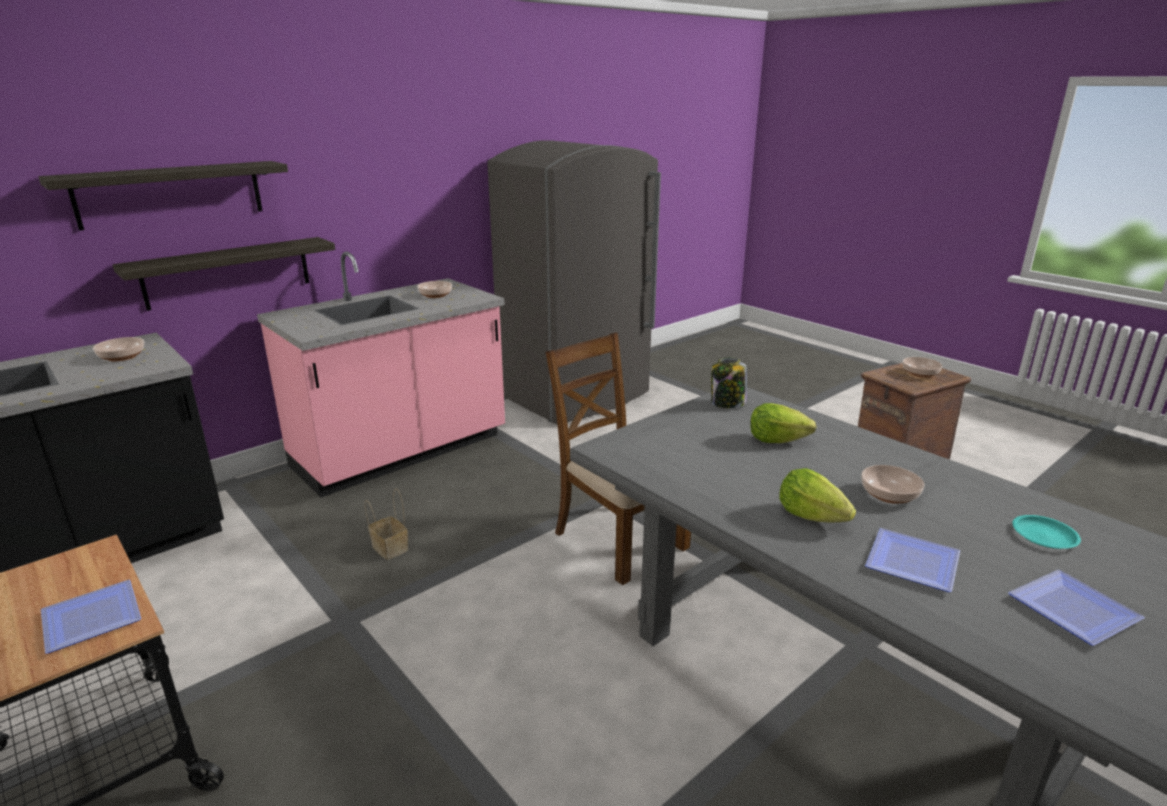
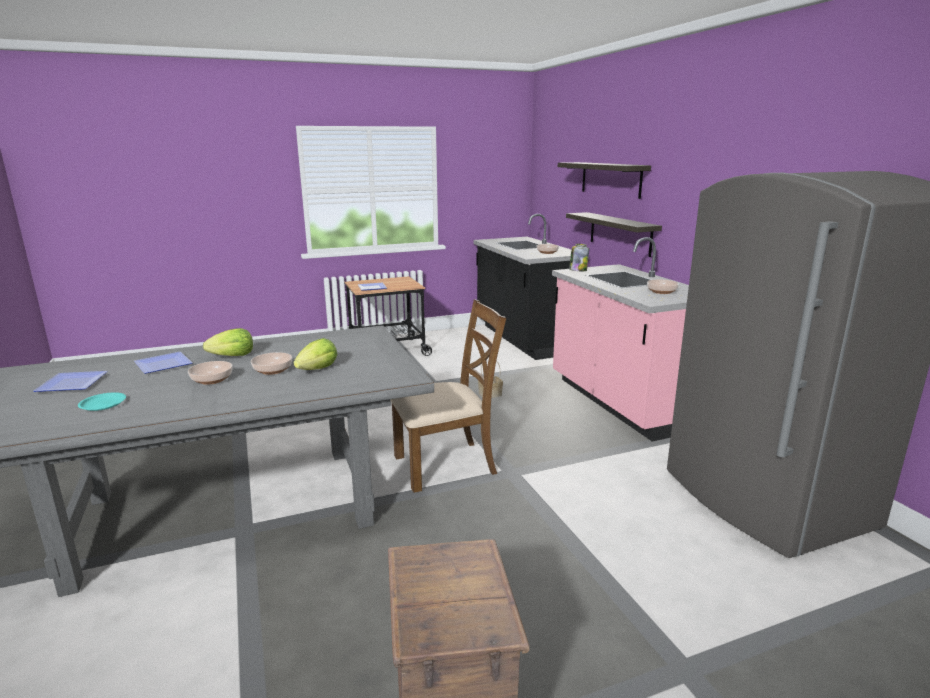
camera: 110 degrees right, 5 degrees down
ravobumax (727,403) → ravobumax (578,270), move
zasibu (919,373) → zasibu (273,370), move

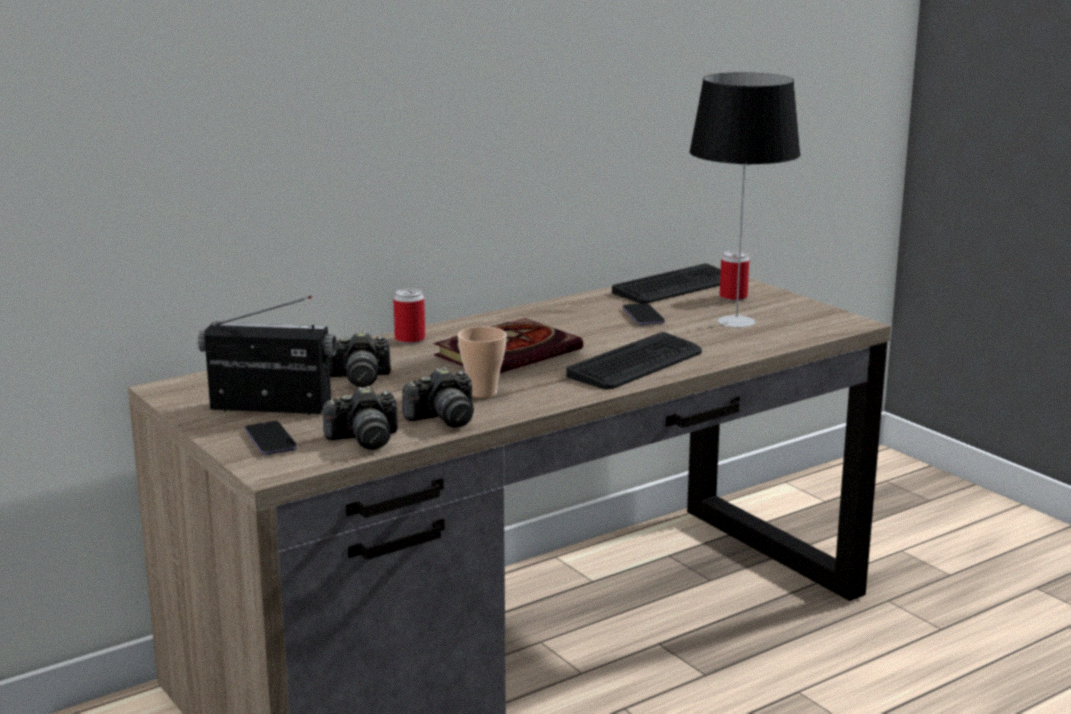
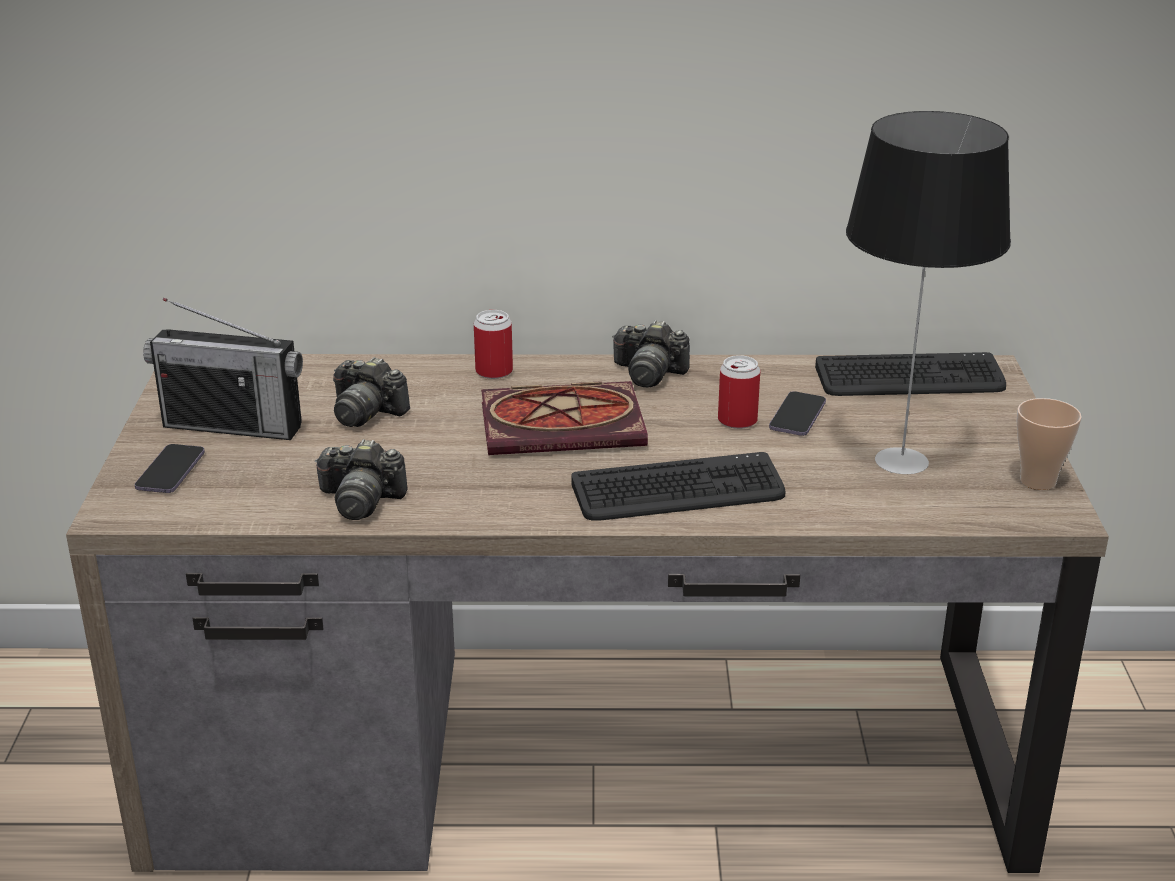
camera: 35 degrees right, 10 degrees up
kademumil (733,297) → kademumil (737,420), move
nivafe (270,408) → nivafe (233,426), 150 degrees clockwise
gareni (482,393) → gareni (1038,481), move
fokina (364,439) → fokina (649,374), move

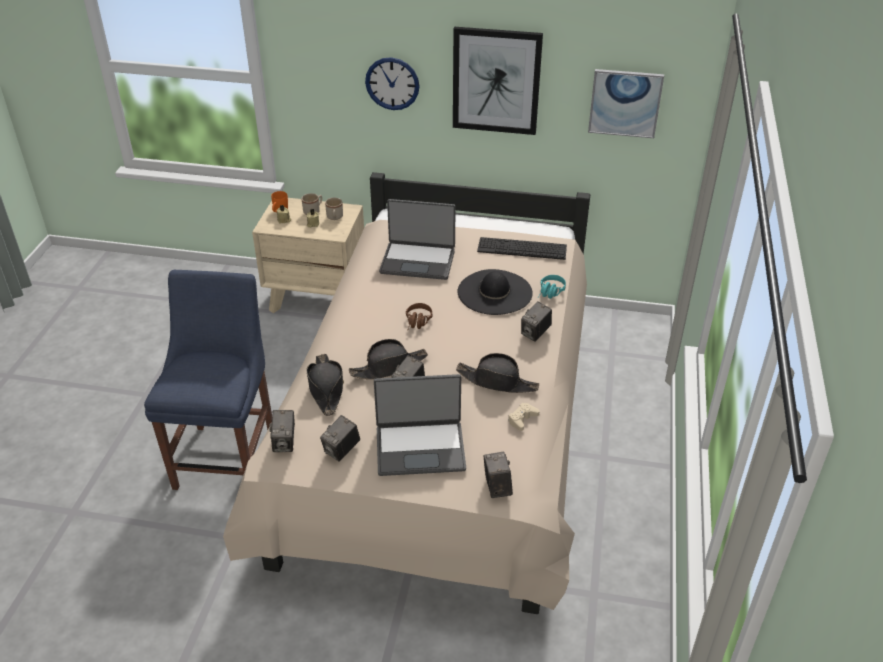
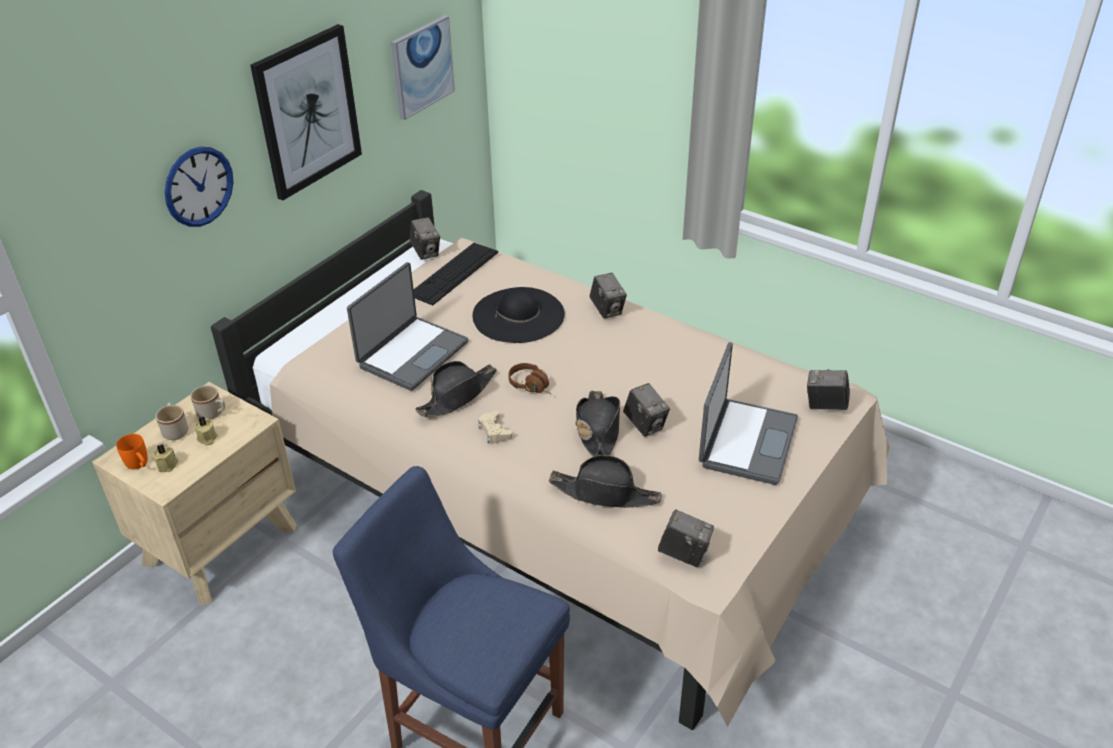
camera: 65 degrees left, 0 degrees up
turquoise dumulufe (550,293) → -
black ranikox (497,381) → black ranikox (457,395), move
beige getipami (522,419) → beige getipami (494,431), move
fokina (341,450) → fokina (426,252), move

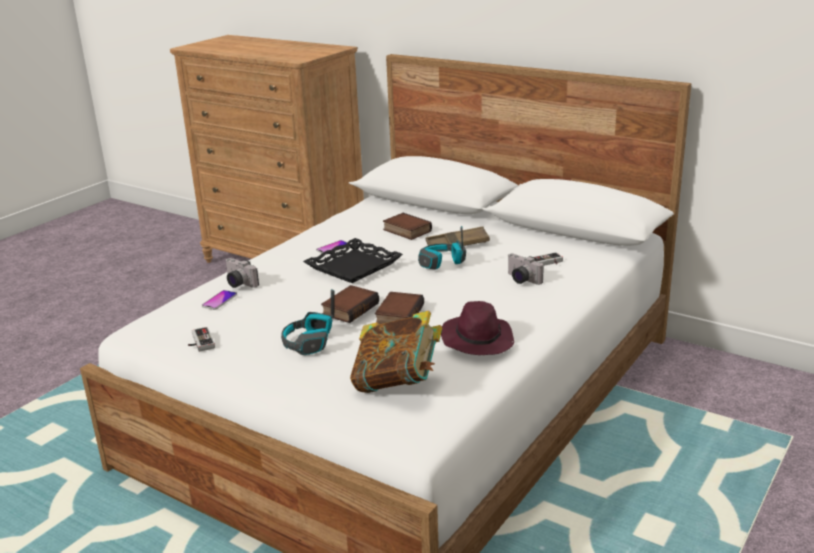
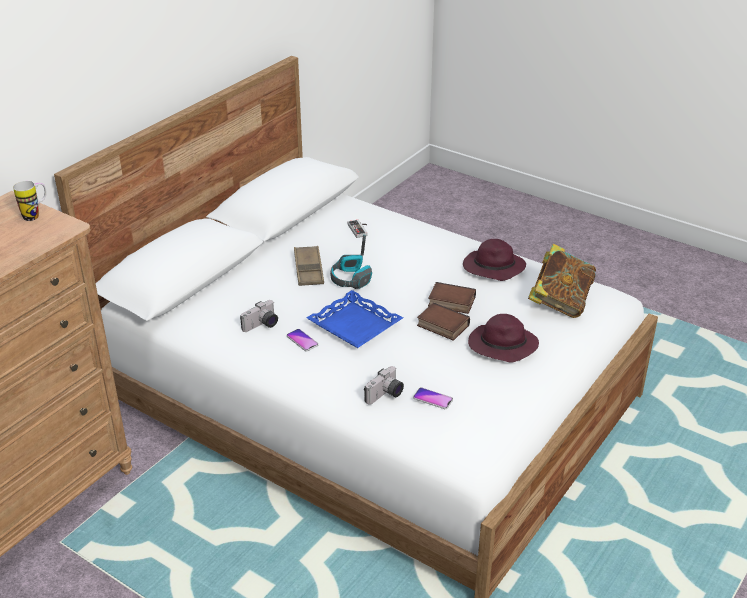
camera: 90 degrees left, 10 degrees up
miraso (405,231) → -
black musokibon (353,266) → blue musokibon (354,325)
fokina (521,280) → fokina (262,326), move
dumulufe (309,343) → purple ranikox (501,346)
getipami (199,342) → -
- → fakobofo (36,215)

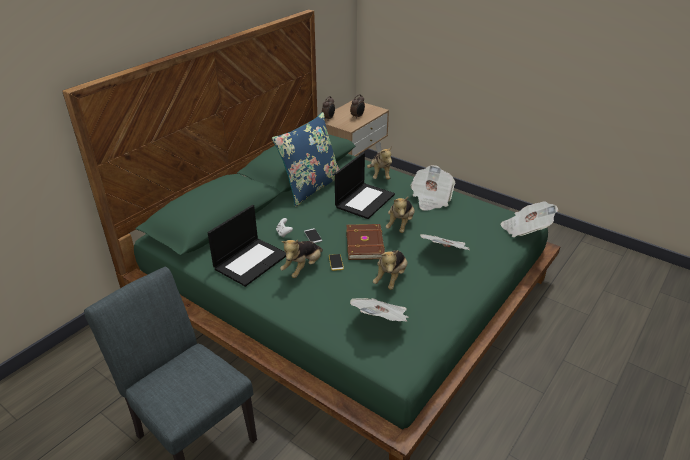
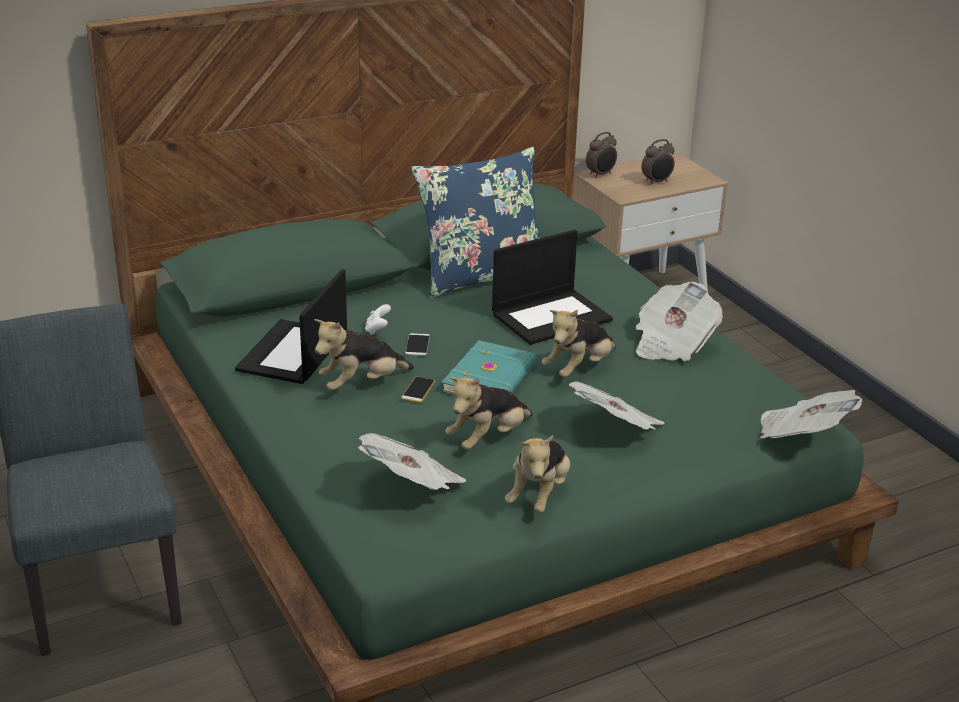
camera: 25 degrees right, 5 degrees down
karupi (380,175) → karupi (539,495), move
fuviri (251,261) → fuviri (293,353), 135 degrees clockwise
brown miraso (366,243) → turquoise miraso (491,378)

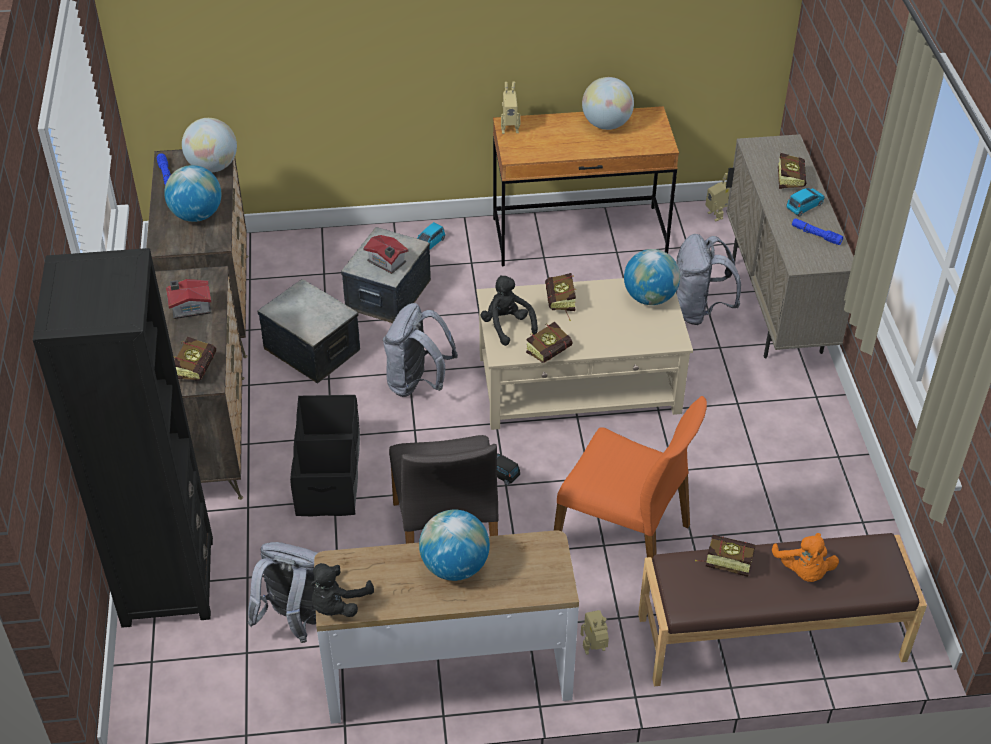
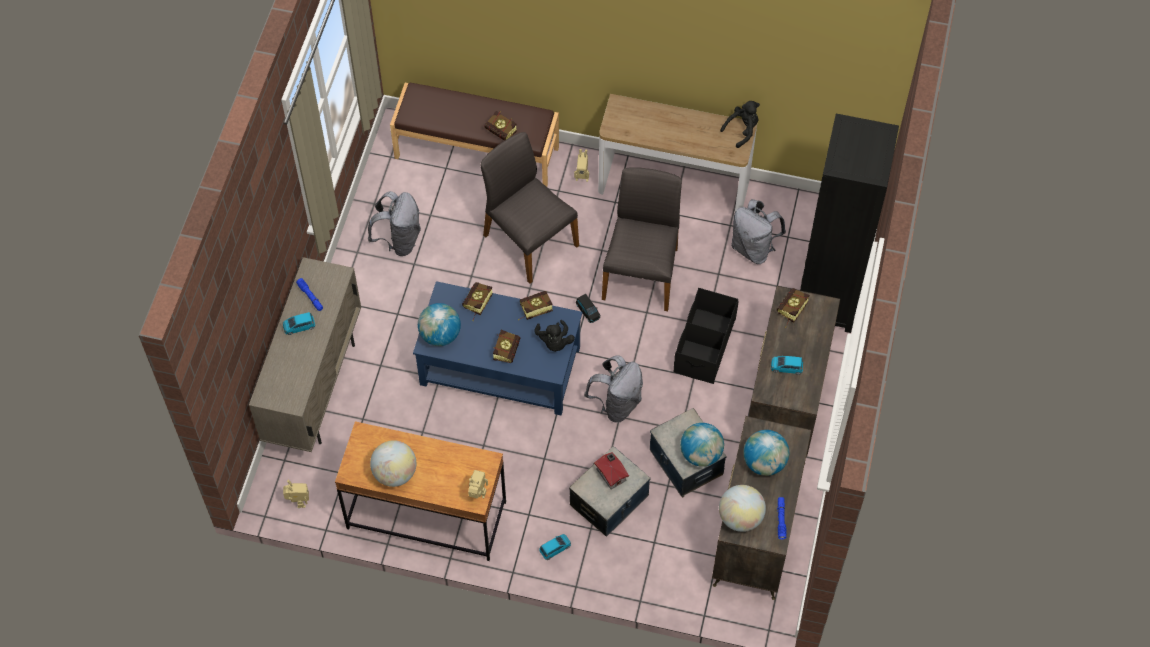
camera: 160 degrees left, 15 degrees up
miraso (789,178) → miraso (476,305), move
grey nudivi (700,310) → grey nudivi (399,240), move
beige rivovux (580,384) → blue rivovux (499,365)
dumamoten (190,307) → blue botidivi (786,367)
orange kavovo (624,536) → grey kavovo (529,240)
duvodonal (454,566) → duvodonal (701,454), move
orange karupi (803,571) → -

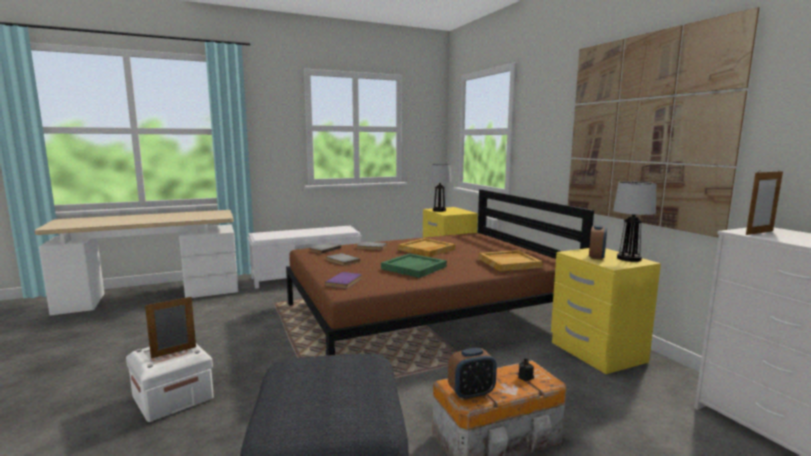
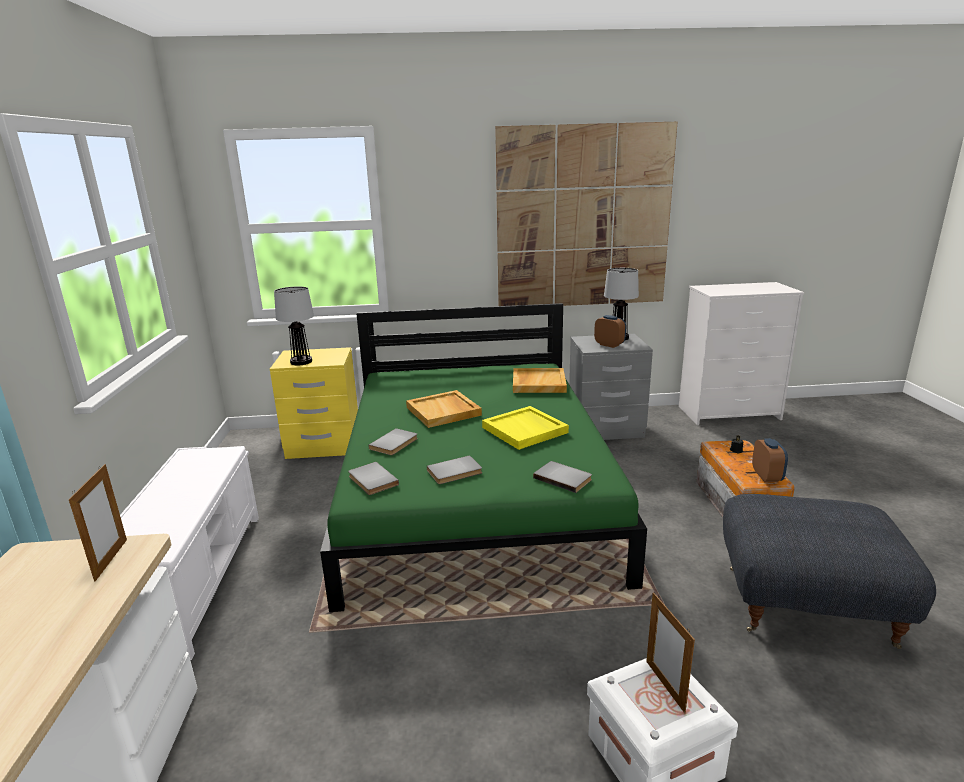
camera: 70 degrees left, 10 degrees up
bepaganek (759,233) → bepaganek (111,559), move
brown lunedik (426,316) → green lunedik (475,492)
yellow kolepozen (596,352) → grey kolepozen (605,429)
green musokibon (414,268) → yellow musokibon (525,430)
purple miraso (345,282) → grey miraso (563,478)

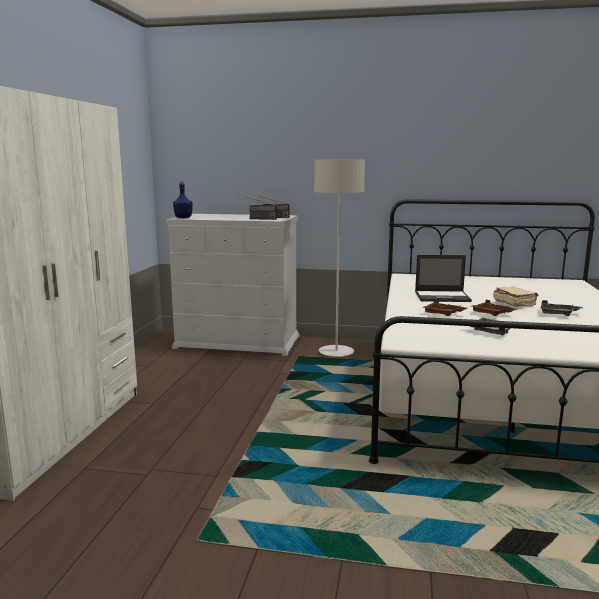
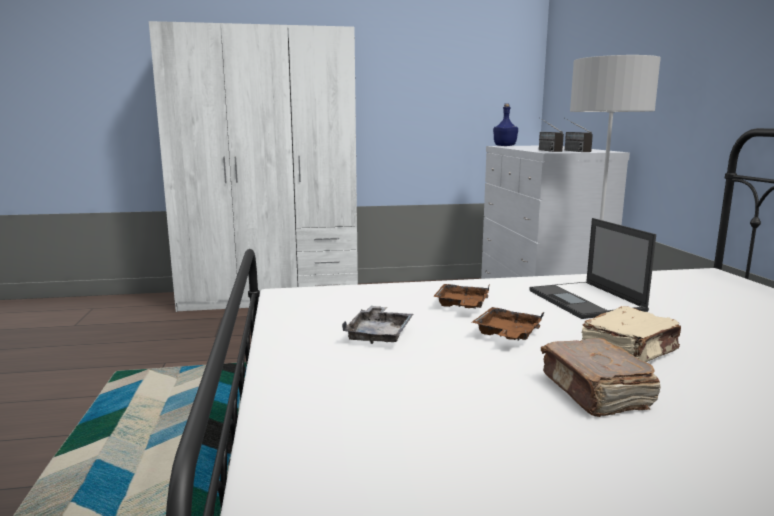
camera: 70 degrees right, 0 degrees up
grey musokibon (558,314) → brown miraso (595,393)

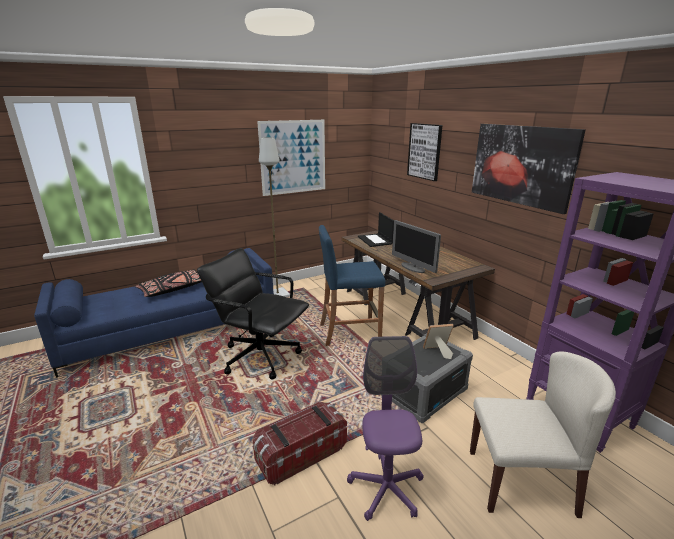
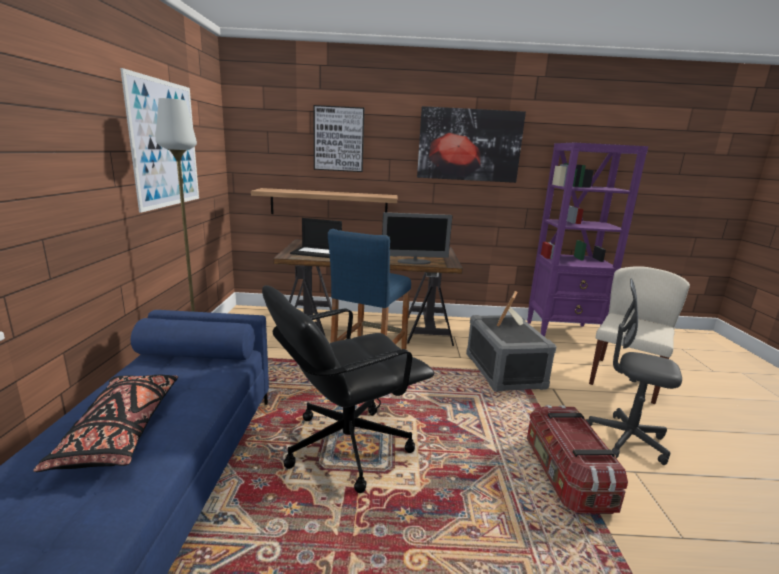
camera: 60 degrees left, 5 degrees down
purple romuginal (386,488) → grey romuginal (626,439)
- → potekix (329,204)

